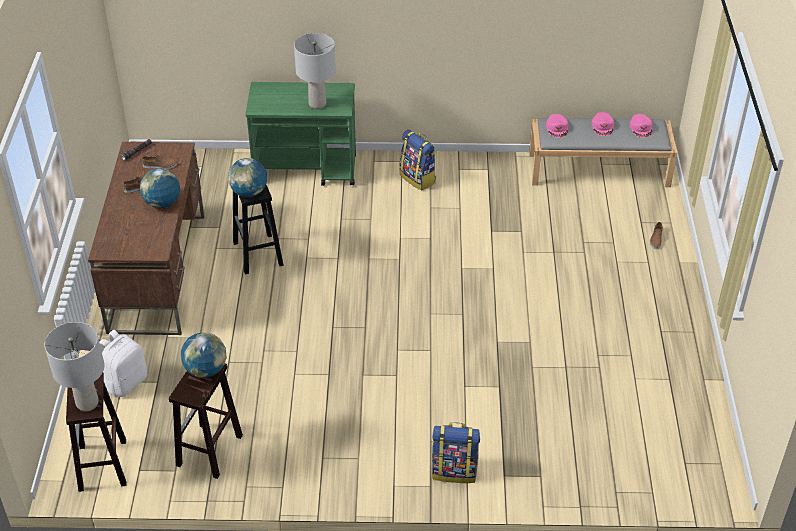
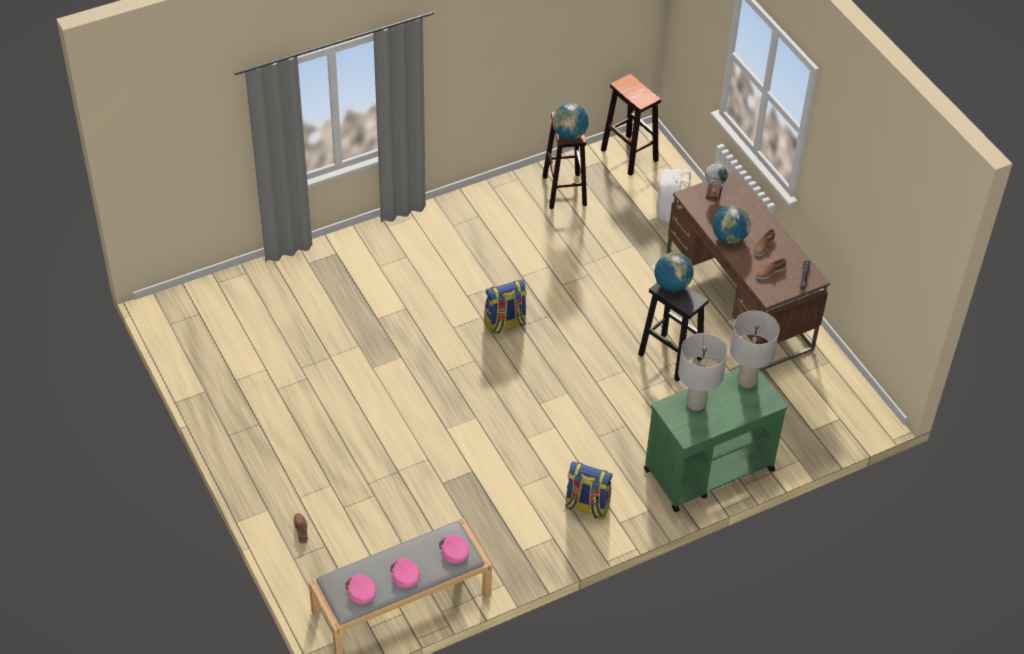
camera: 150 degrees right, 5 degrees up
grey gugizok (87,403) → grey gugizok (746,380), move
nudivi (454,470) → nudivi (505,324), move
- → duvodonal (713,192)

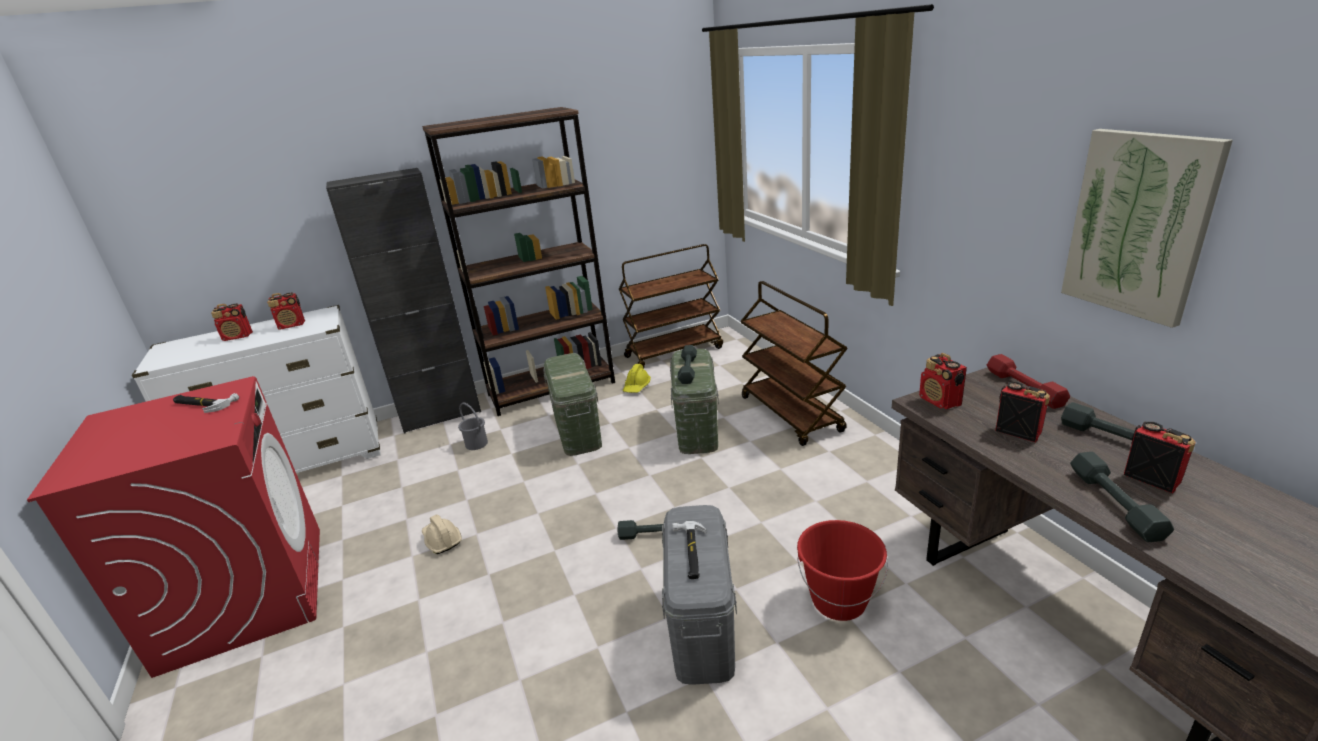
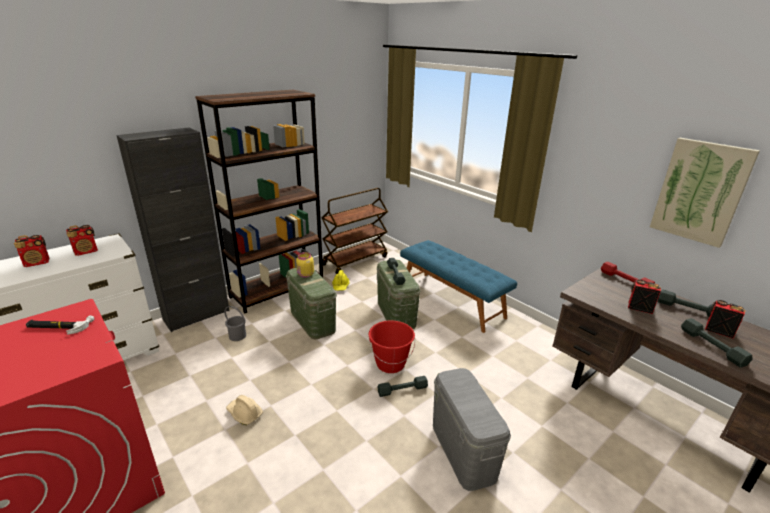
camera: 20 degrees left, 0 degrees up
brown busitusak (791,414) → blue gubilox (452,300)
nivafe (940,401) → -
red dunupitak (839,601) → red dunupitak (390,364), move
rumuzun (690,552) → -
- → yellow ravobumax (305,275)

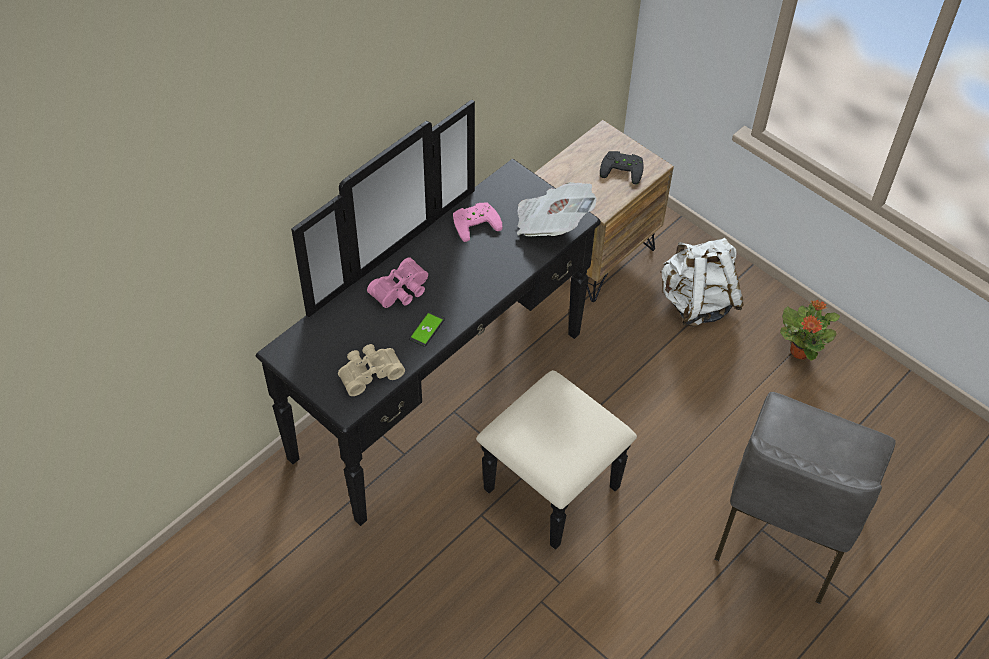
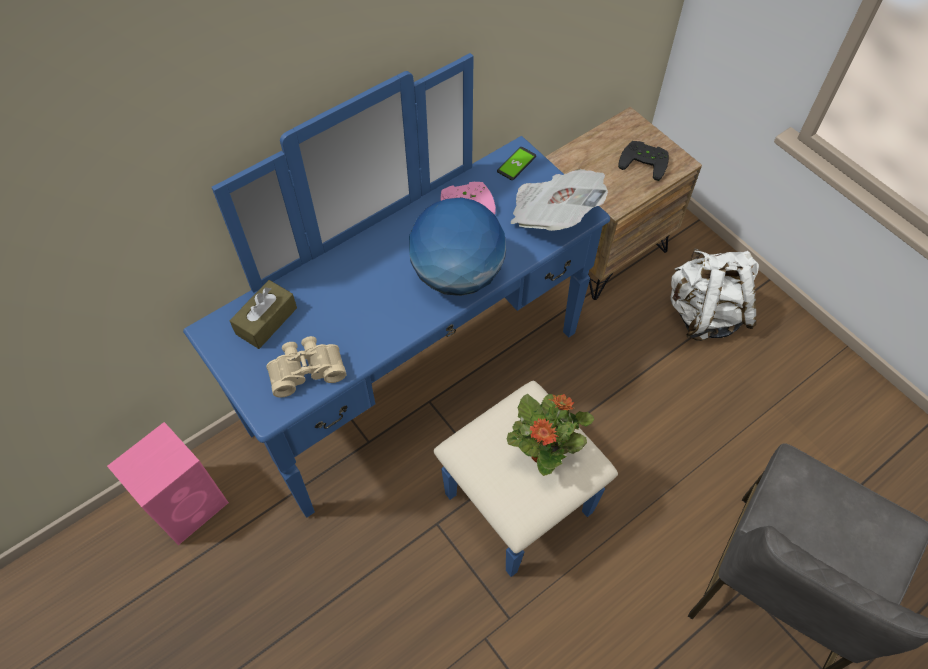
camera: 10 degrees right, 5 degrees up
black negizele (465,414) → blue negizele (440,406)
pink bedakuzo (402,291) → -
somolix (800,351) → somolix (544,451), move
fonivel (426,329) → fonivel (516,164), move
- → duvodonal (457,275)
- → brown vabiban (266,321)
- → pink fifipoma (189,503)

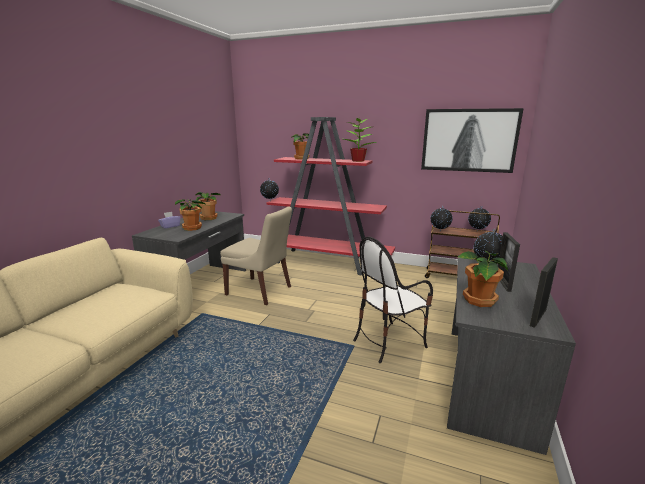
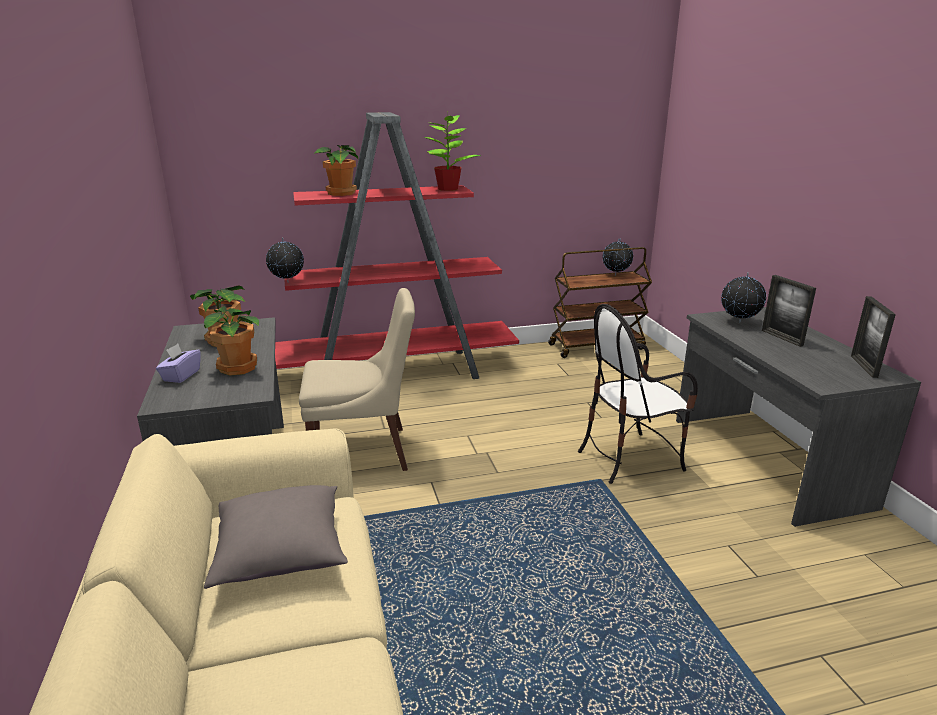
camera: 35 degrees left, 5 degrees up
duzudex (469,140) → -
duvodonal (439,231) → -
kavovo (388,342) → kavovo (630,458), 45 degrees clockwise
somolix (478,300) → -
- → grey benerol (282,554)

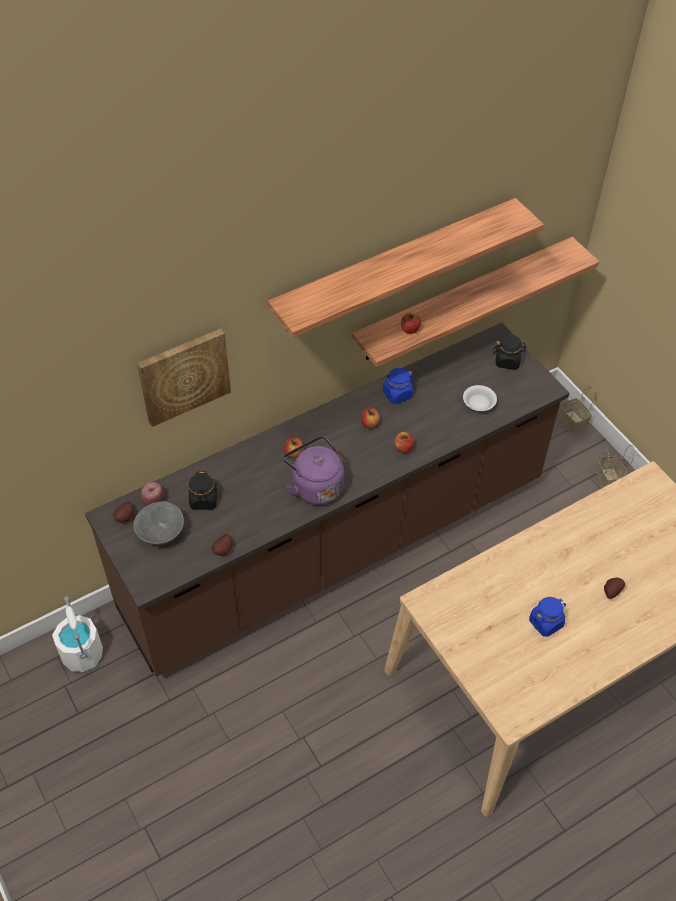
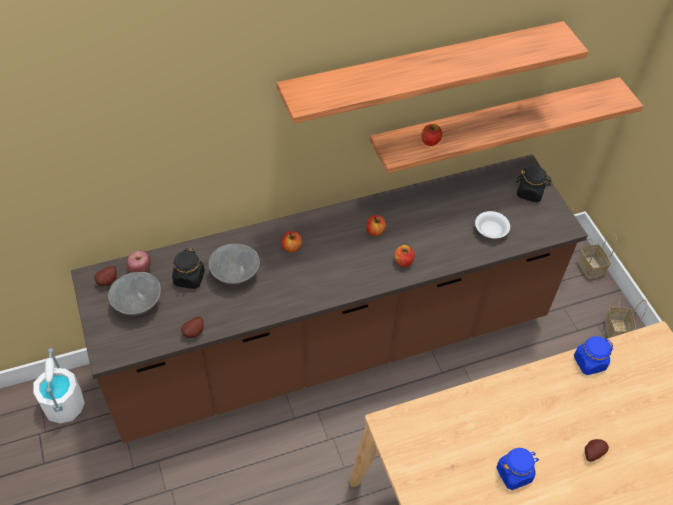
camera: 10 degrees right, 0 degrees up
duzudex (184,375) → -
blue ravobumax (397,394) → blue ravobumax (589,362), move
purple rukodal (315,486) → -
- → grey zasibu (236,275)

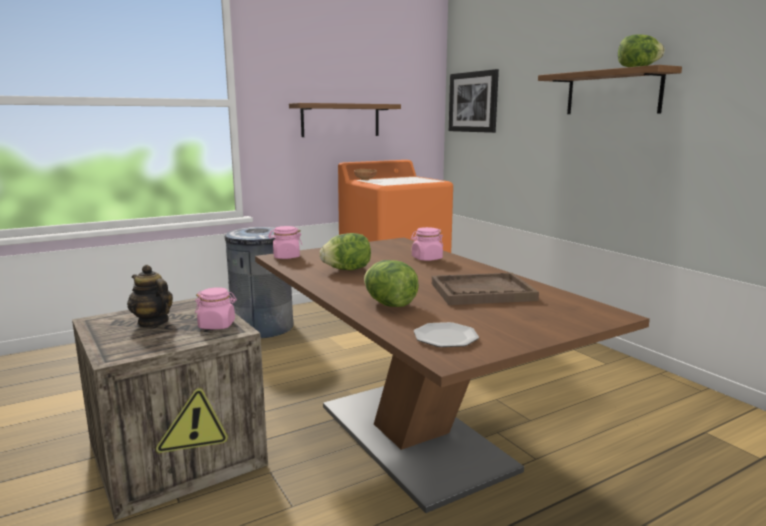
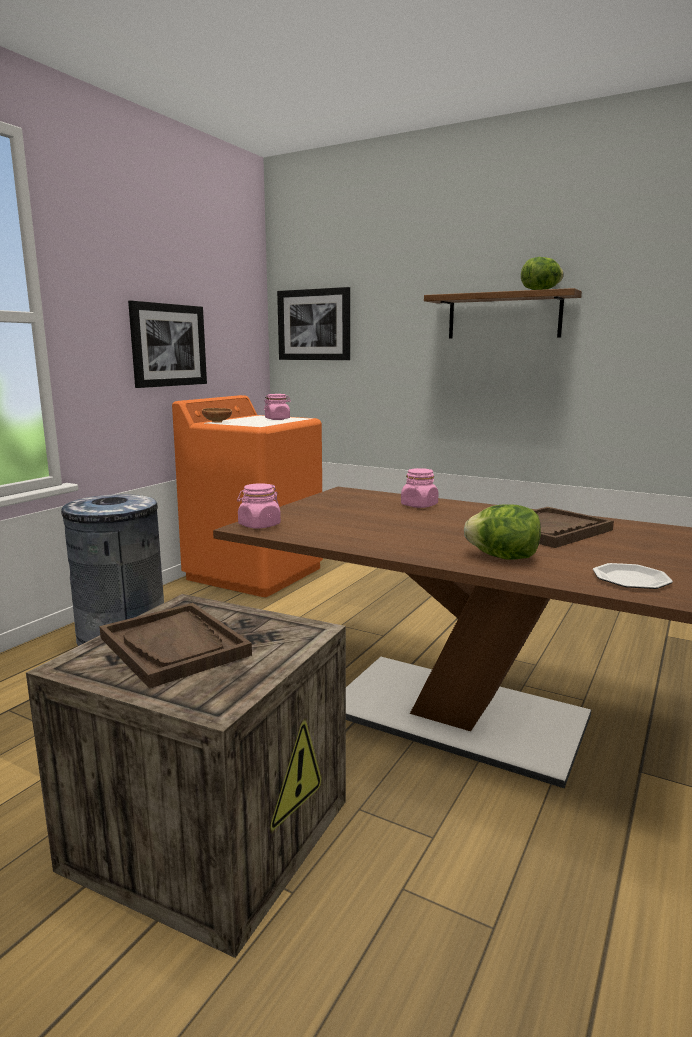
camera: 30 degrees left, 0 degrees up
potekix (340,120) → duzudex (168,345)
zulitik (347,270) → -
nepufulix (152,322) → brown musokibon (174,646)
pink ravobumax (217,325) → pink ravobumax (277,419), move

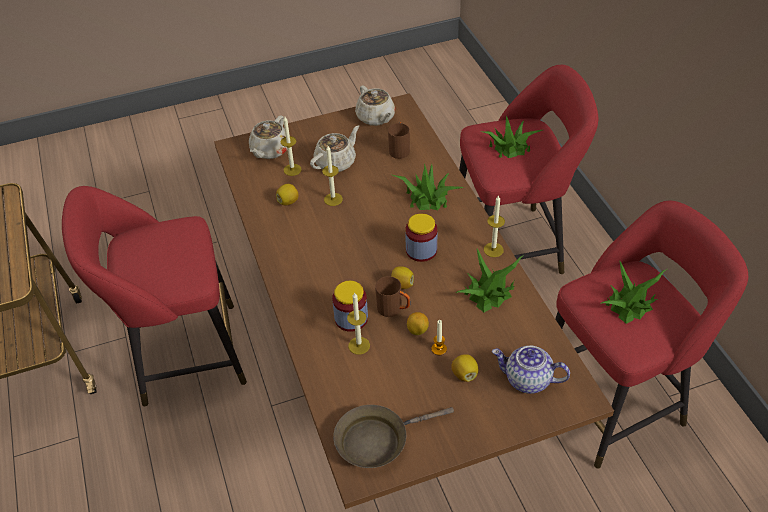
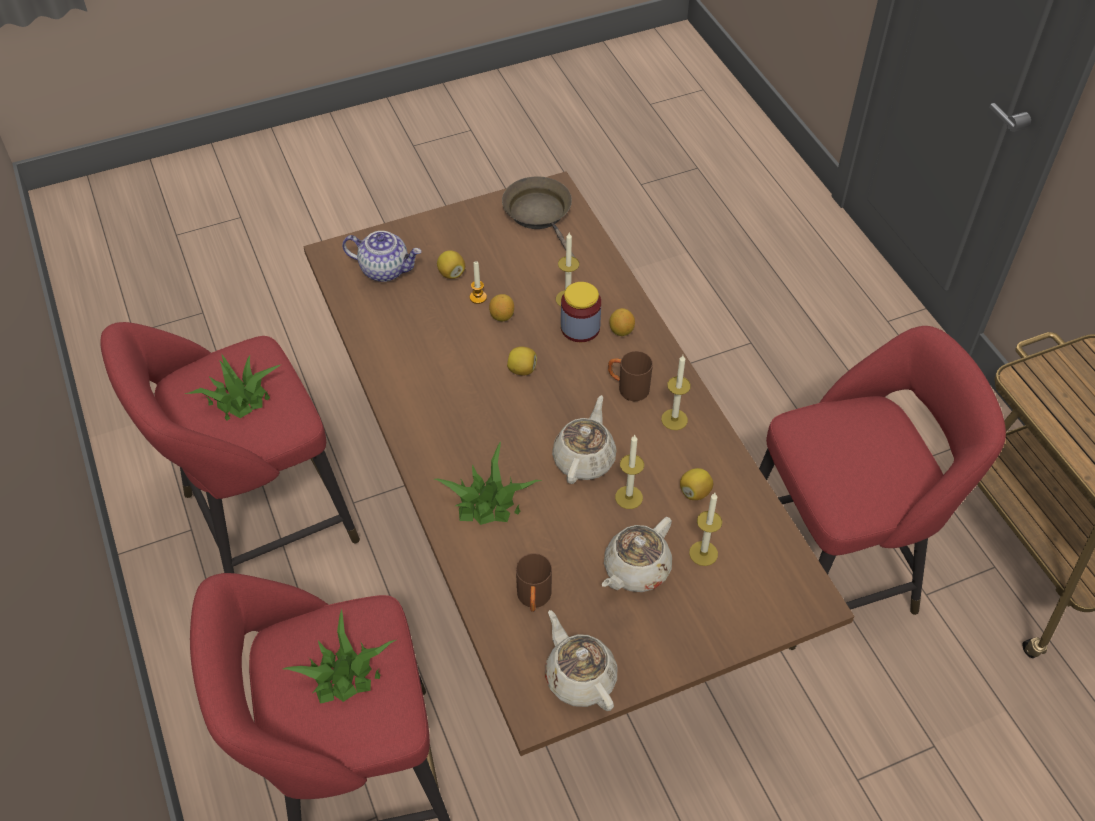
camera: 175 degrees right, 5 degrees up
beige nepufulix (270,150) → beige nepufulix (584,458), move
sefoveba (493,250) → sefoveba (674,419), move
ravobumax (421,250) → -
somolix (489,293) → -
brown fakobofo (394,309) → brown fakobofo (628,388), move
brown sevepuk (377,440) → brown sevepuk (540,215), 90 degrees counterclockwise
- → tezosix (621,331)

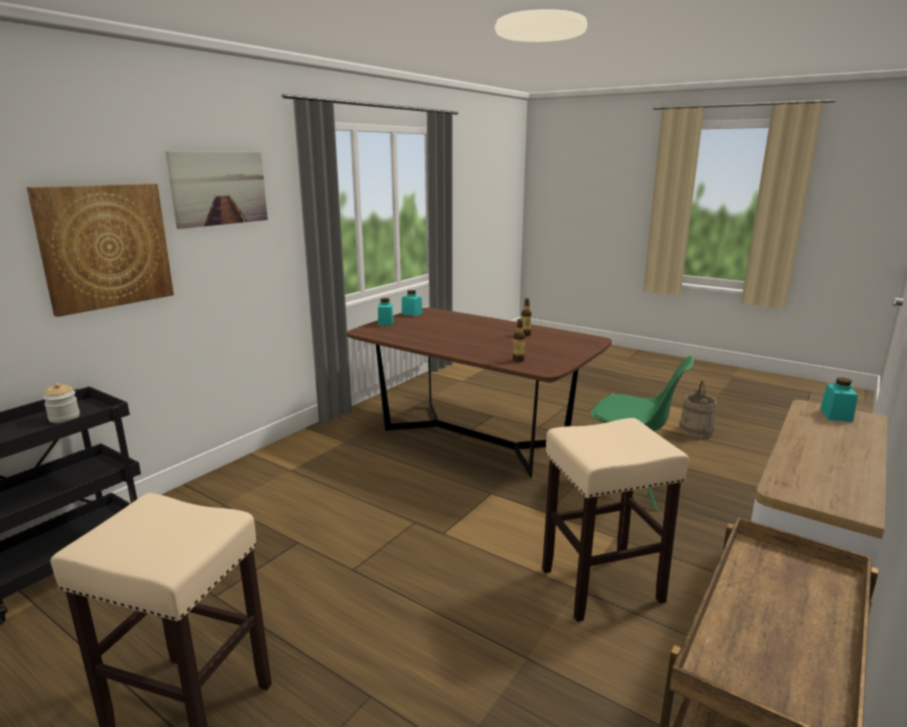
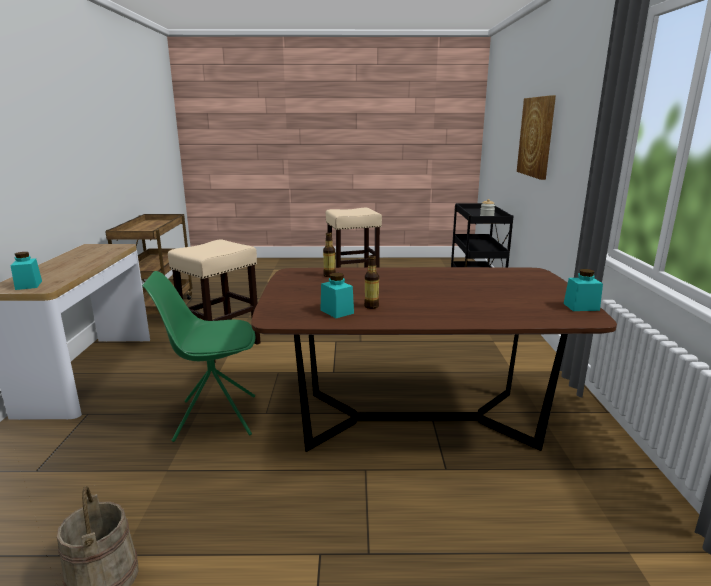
camera: 145 degrees right, 0 degrees up
duzudex (219,188) → -
turquoise ravobumax (385,323) → turquoise ravobumax (337,311), move

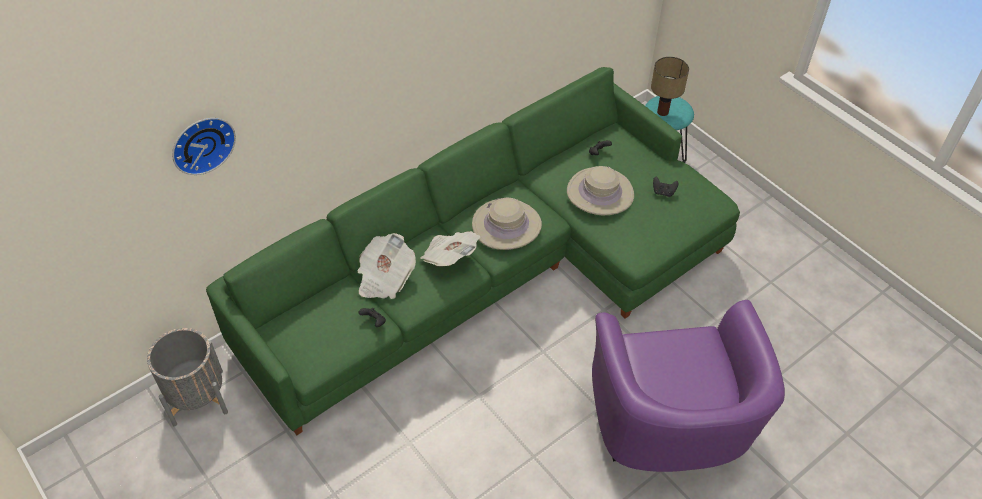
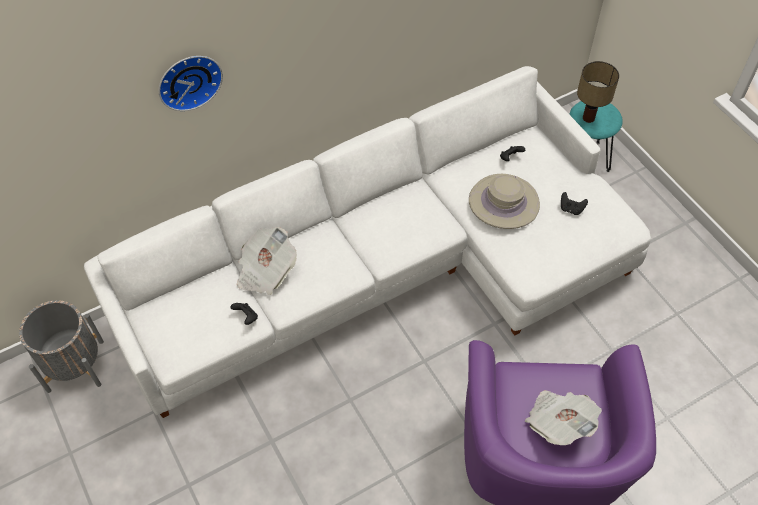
camera: 10 degrees right, 5 degrees up
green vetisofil (496,270) → white vetisofil (391,268)
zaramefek (201,143) → zaramefek (188,80), move
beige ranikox (506,225) → -
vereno (450,257) → vereno (559,422), move

